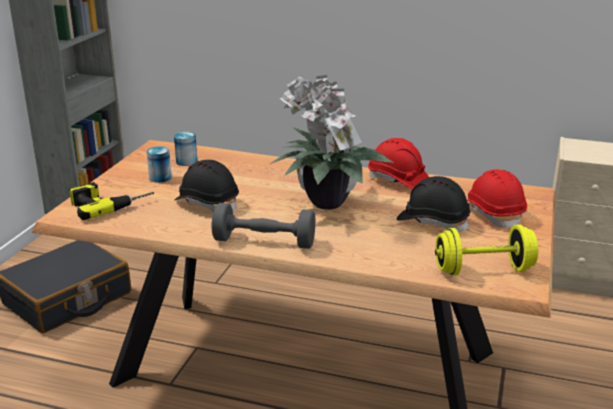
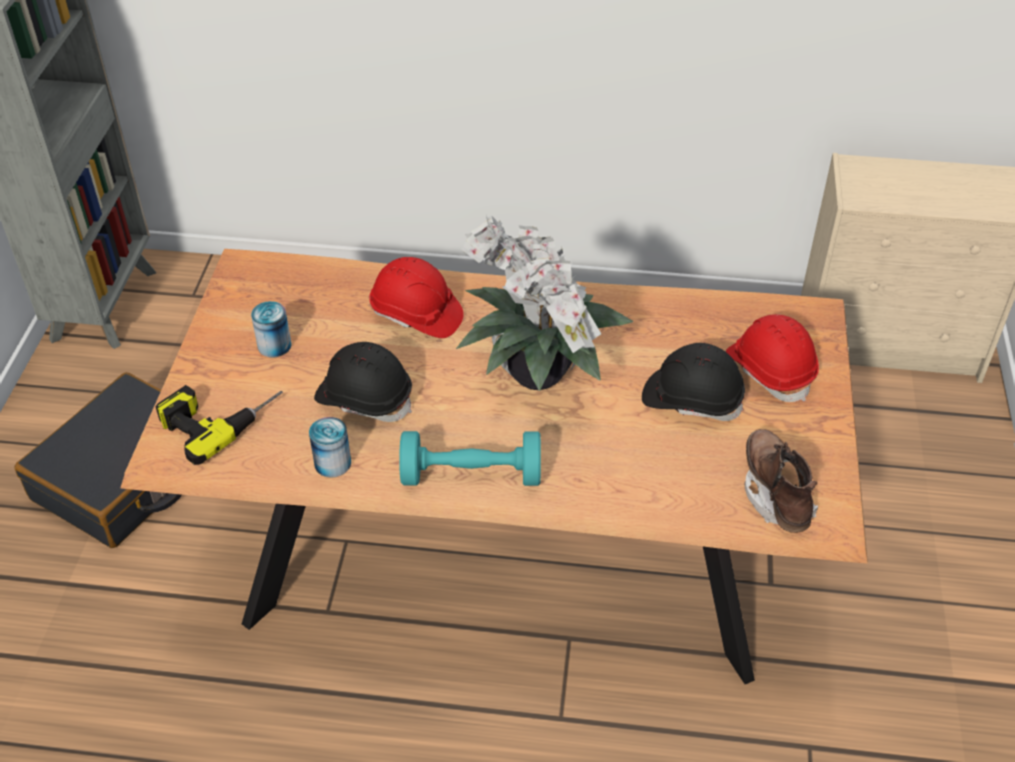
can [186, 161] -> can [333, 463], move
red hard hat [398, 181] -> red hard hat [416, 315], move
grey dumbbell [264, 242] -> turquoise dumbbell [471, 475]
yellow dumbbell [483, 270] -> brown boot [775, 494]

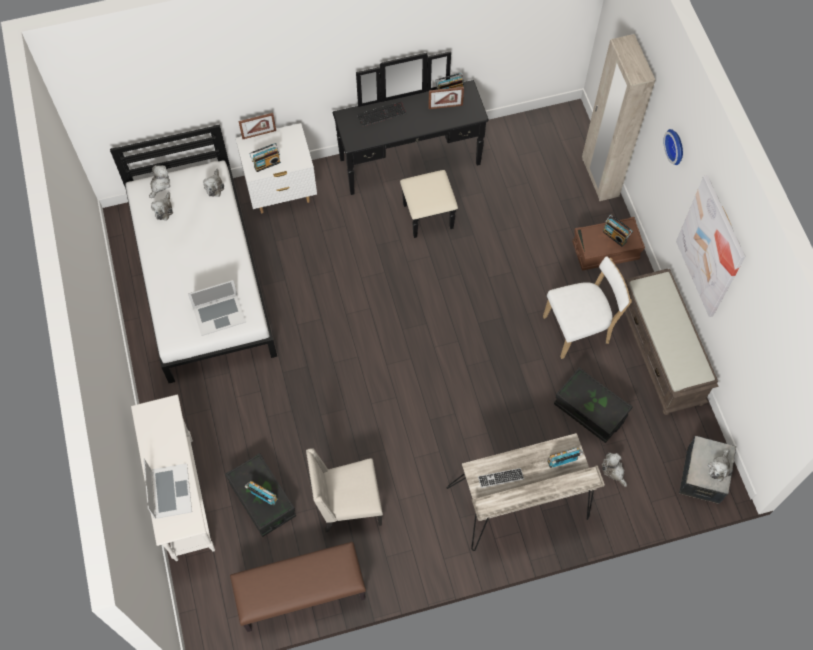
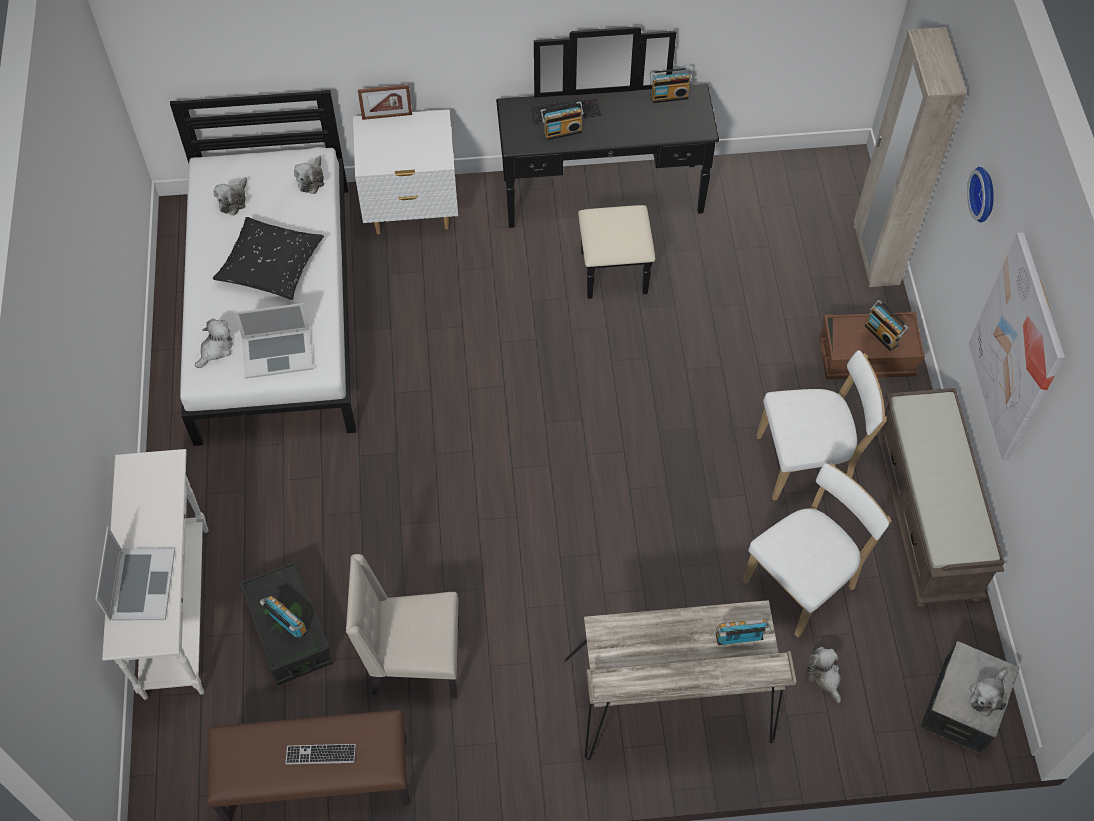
plush toy [160, 184] -> plush toy [216, 349], move
none -> black pillow [270, 265]
keyboard [500, 478] -> keyboard [321, 754], move
radio [266, 163] -> radio [562, 131], move
black storage box [590, 410] -> white chair [803, 582]
picture frame [445, 106] -> none

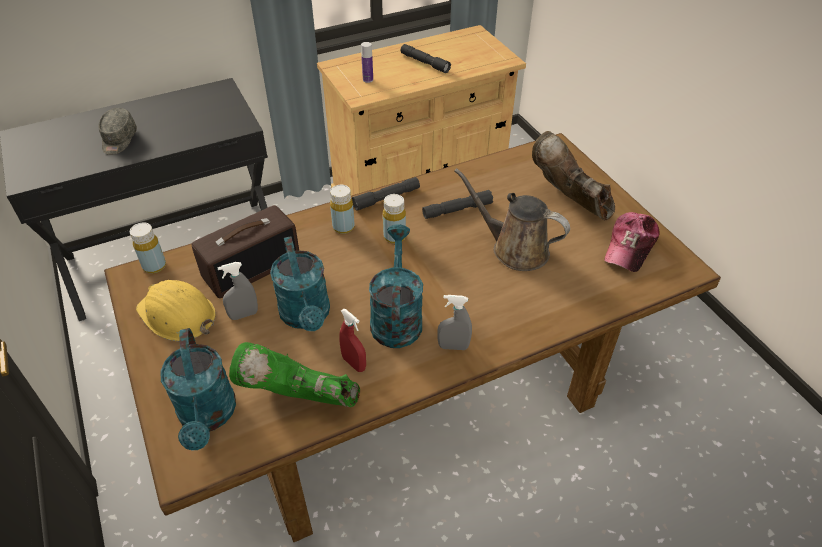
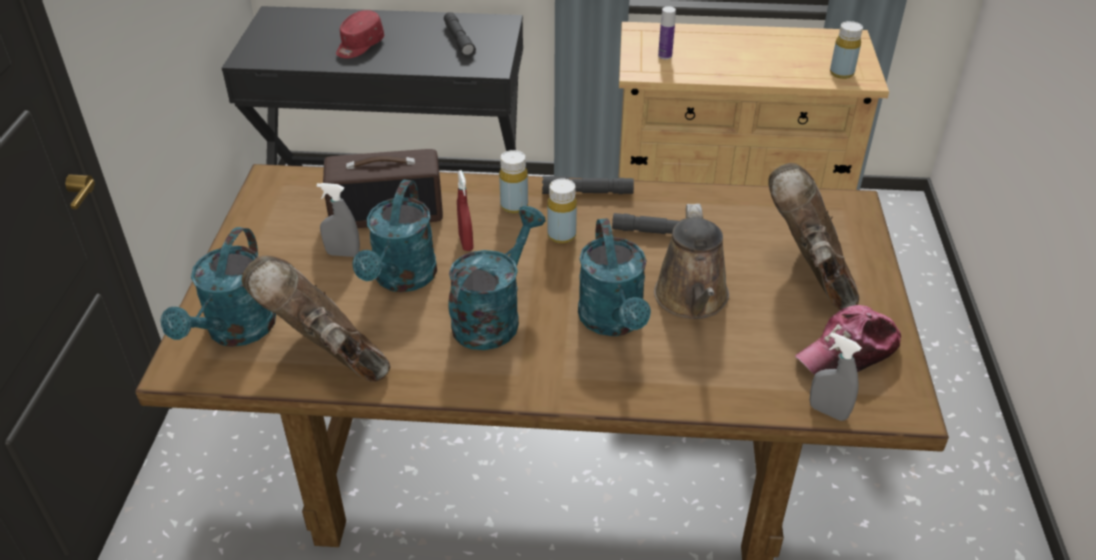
green boot [300, 402] -> brown boot [328, 357]
grey cap [119, 140] -> red cap [359, 46]
grey flashlight [425, 63] -> grey flashlight [459, 40], move
red spray bottle [354, 363] -> red spray bottle [466, 243], move
none -> turquoise watering can [614, 322]
brown watering can [514, 249] -> brown watering can [692, 300], 150 degrees counterclockwise
grey spray bottle [453, 346] -> grey spray bottle [828, 411], move
yellow bottle [154, 266] -> yellow bottle [841, 73], move
yellow hard hat [177, 315] -> none

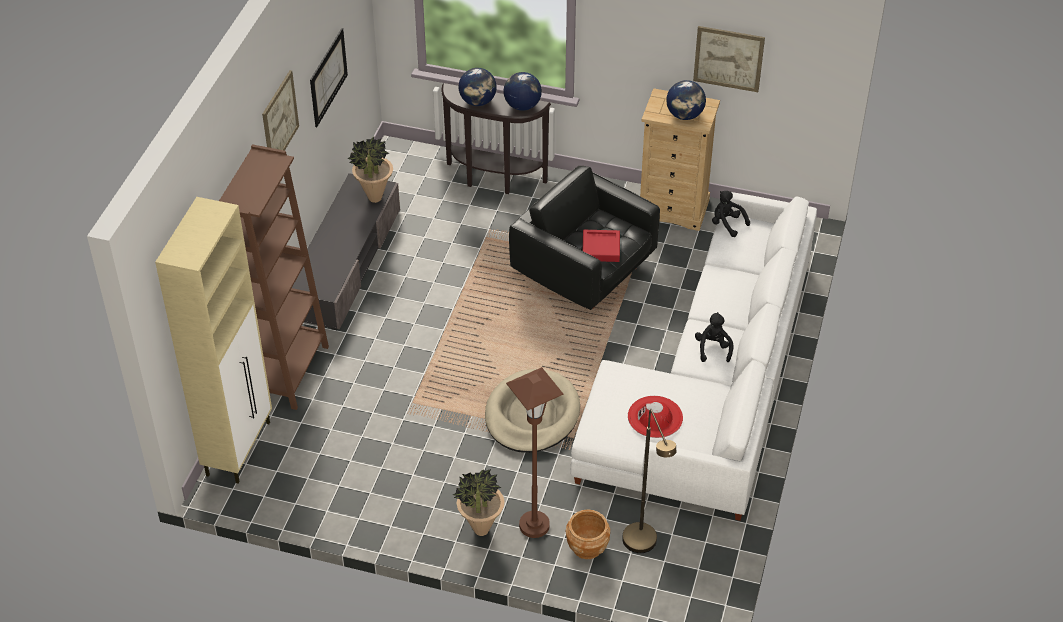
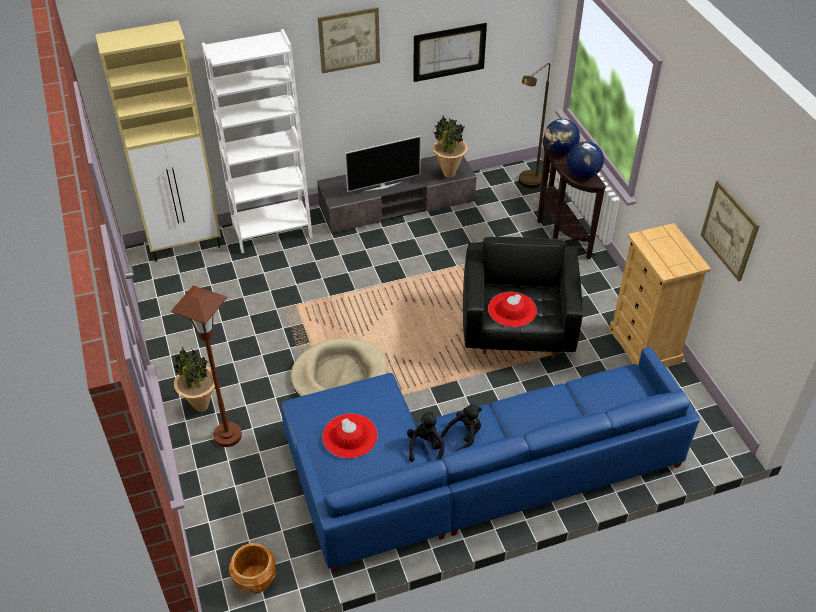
brown bookcase [288, 372] -> white bookcase [272, 232]
brown planter [587, 547] -> brown planter [255, 579], move
white sofa [711, 386] -> blue sofa [468, 473]
none -> television [383, 186]
black plush toy [727, 224] -> black plush toy [425, 447], move
red tray [601, 249] -> red hat [512, 309]
brown floor lamp [644, 547] -> brown floor lamp [527, 184], move
globe [685, 115] -> none

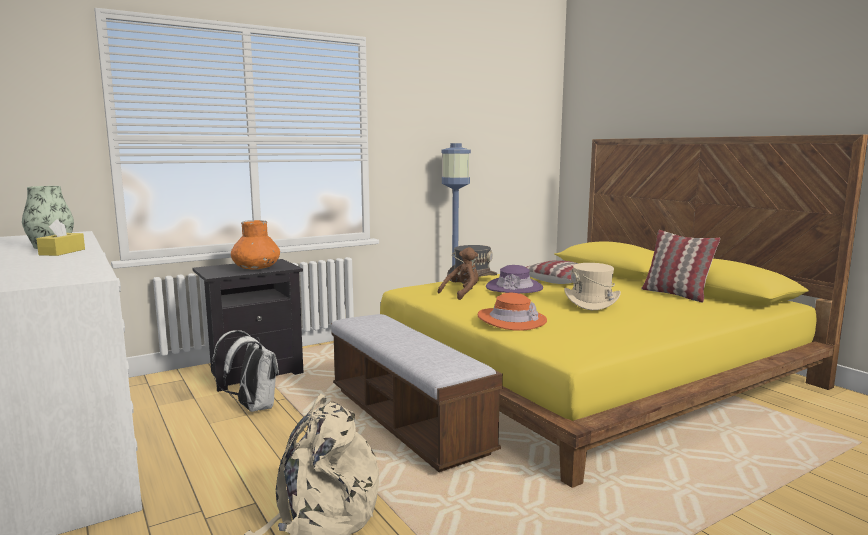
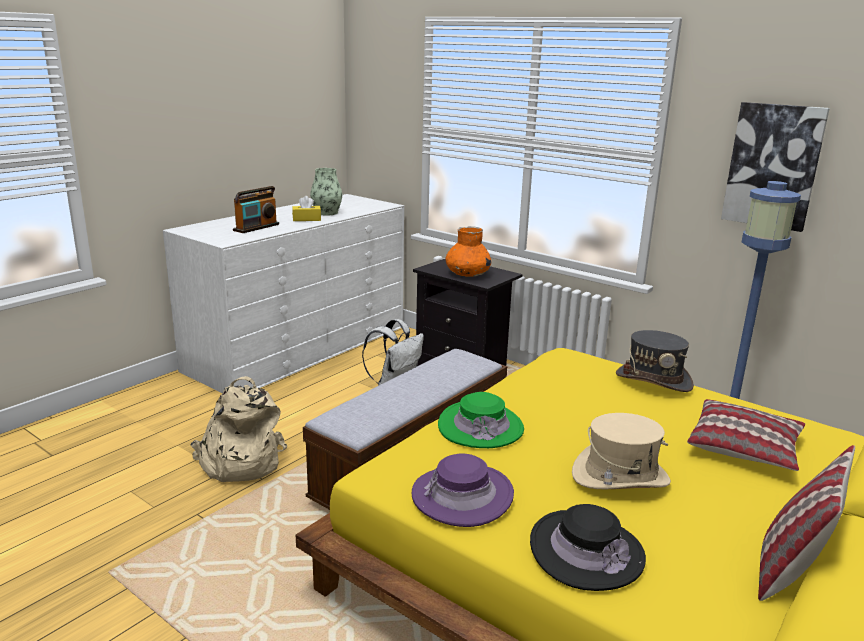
none -> radio [256, 227]
purple hat [514, 287] -> purple hat [462, 495], move
orange hat [511, 320] -> green hat [480, 427]
none -> black hat [586, 551]
none -> picture [773, 166]
brown plush toy [462, 293] -> none

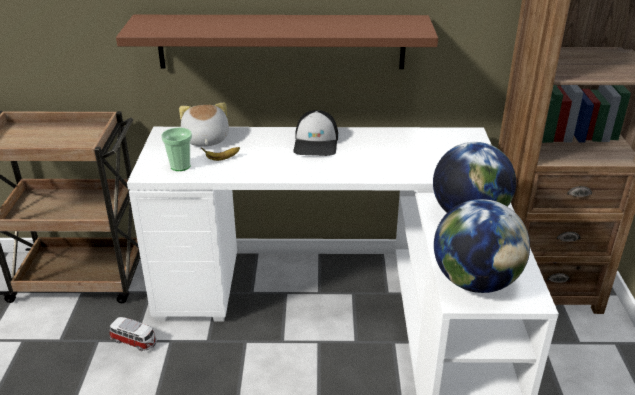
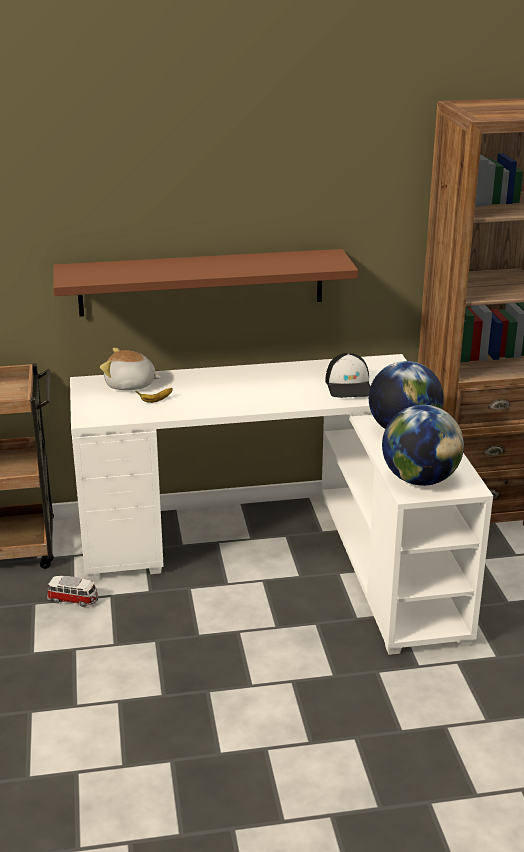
plush toy [205, 140] -> plush toy [130, 385], 60 degrees counterclockwise
cap [316, 143] -> cap [349, 386], move
cup [180, 166] -> none

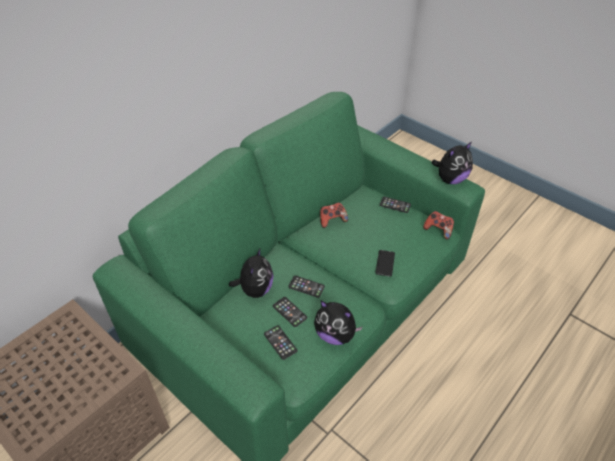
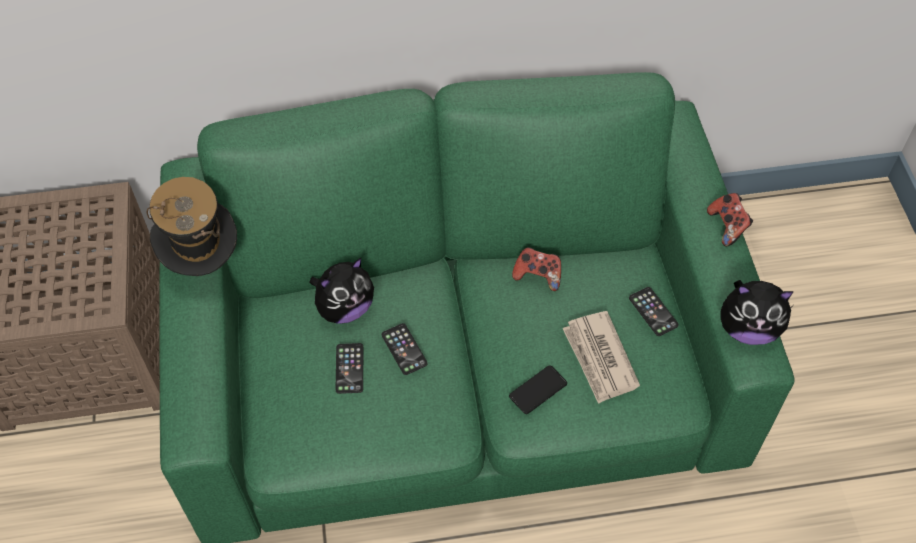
none -> hat [203, 264]
none -> newspaper [599, 359]
game controller [438, 230] -> game controller [727, 226], move
phone [280, 342] -> none
plush toy [335, 335] -> none

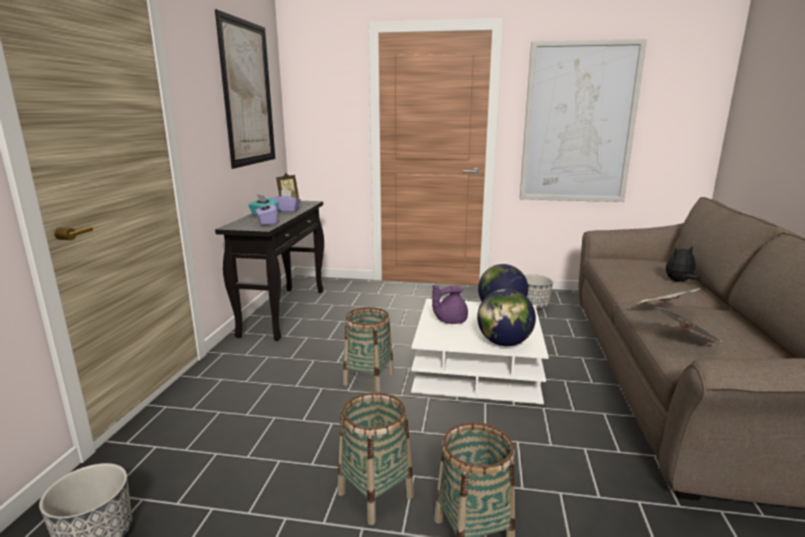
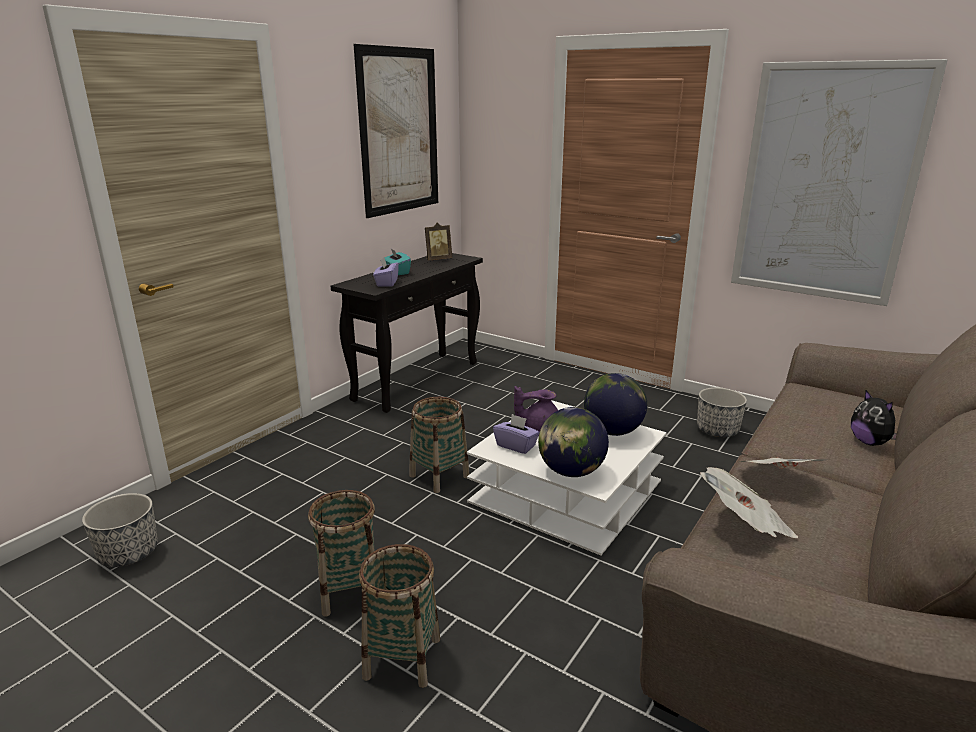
purple tissue box [286, 210] -> purple tissue box [516, 446], move
plush toy [679, 281] -> plush toy [870, 442], 120 degrees counterclockwise

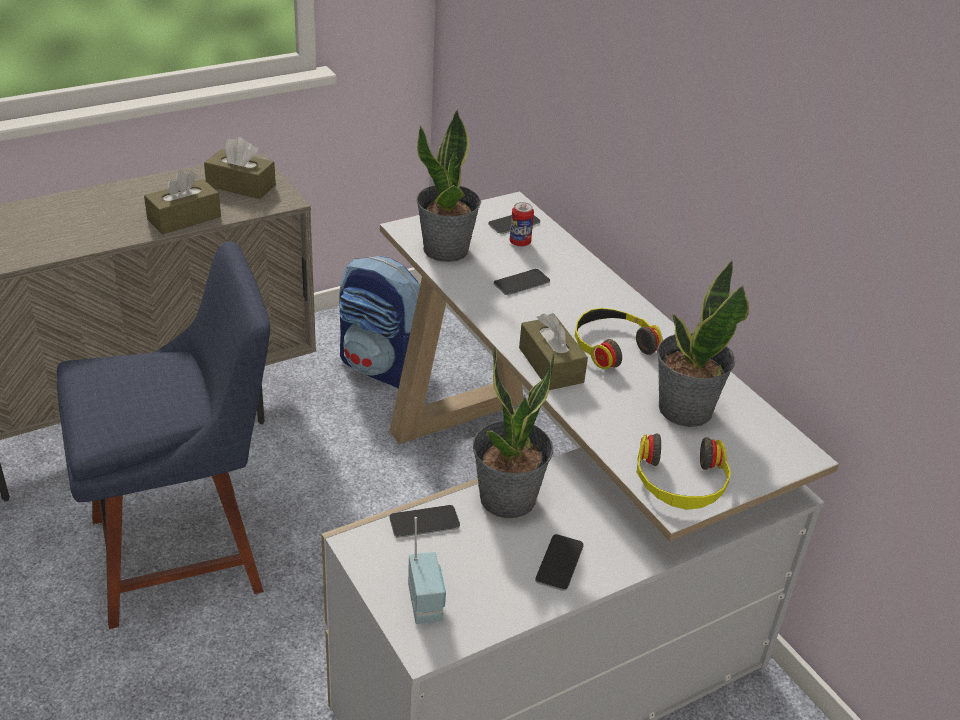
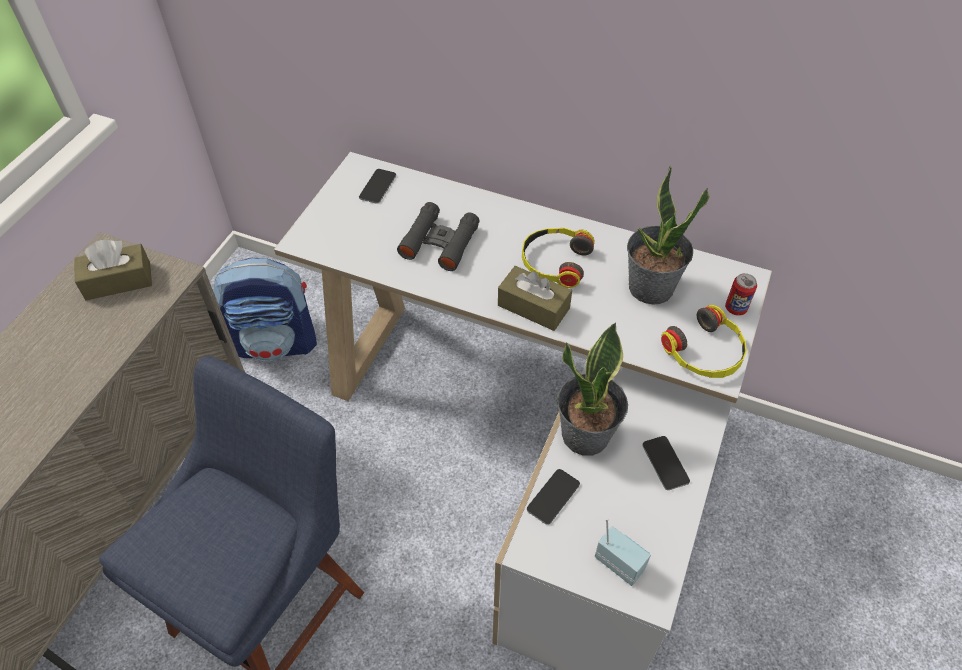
phone [521, 282] -> black binoculars [439, 242]
can [520, 242] -> can [735, 308], move
brown tissue box [184, 218] -> none
potted plant [446, 250] -> none

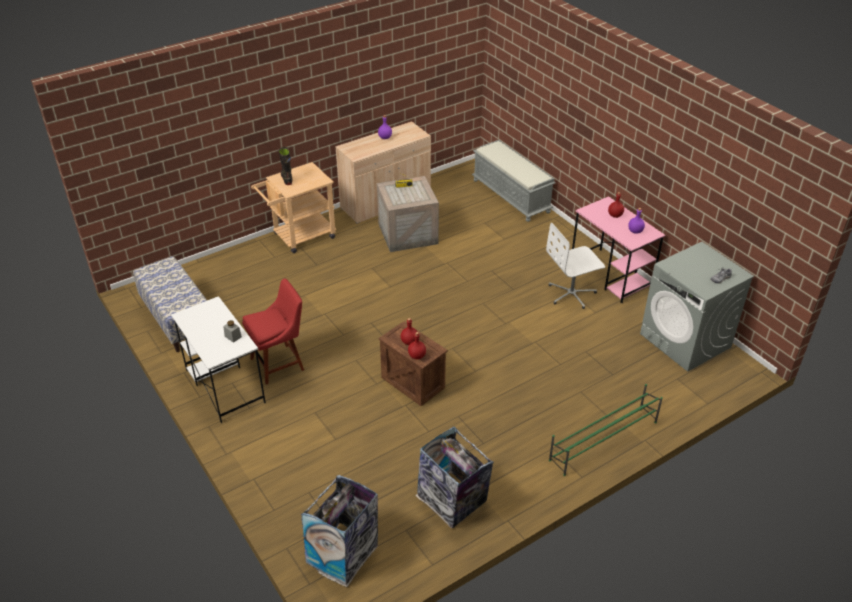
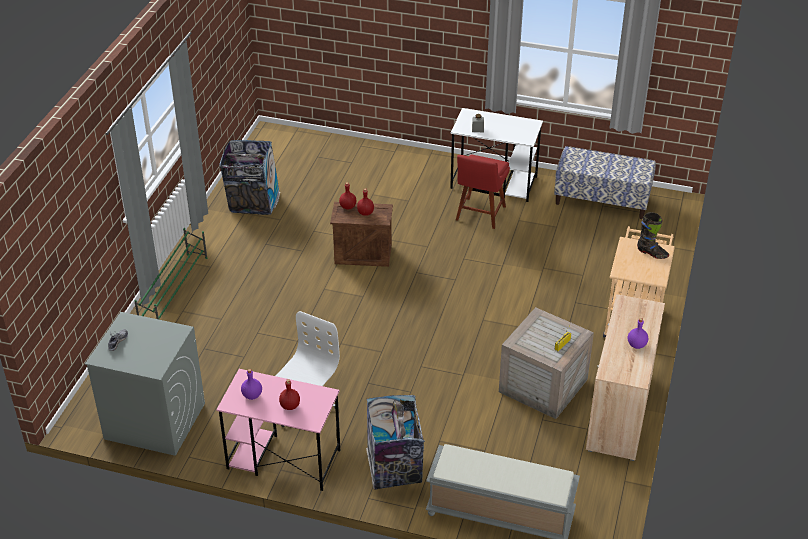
trash can [343, 553] -> trash can [394, 468], move

